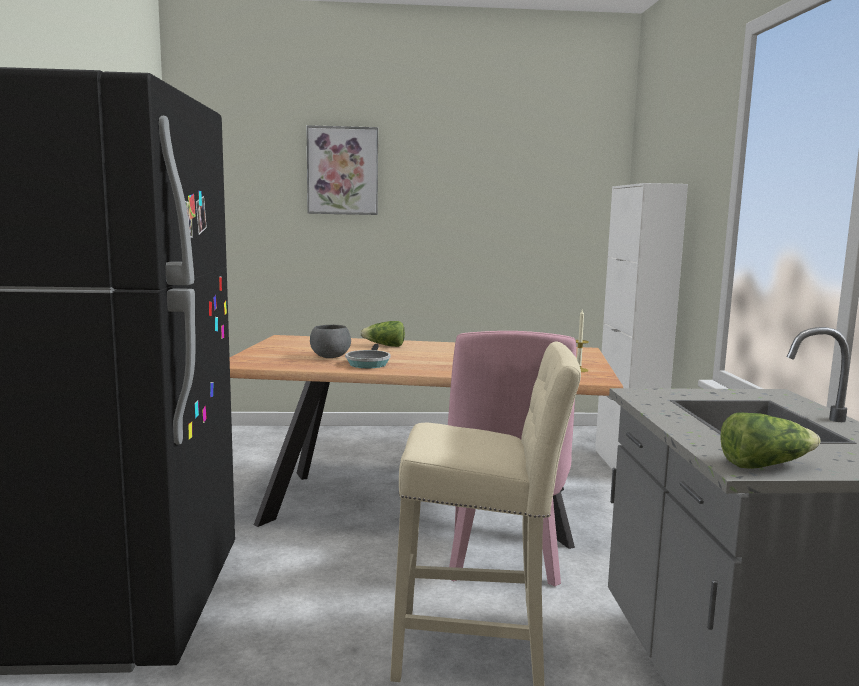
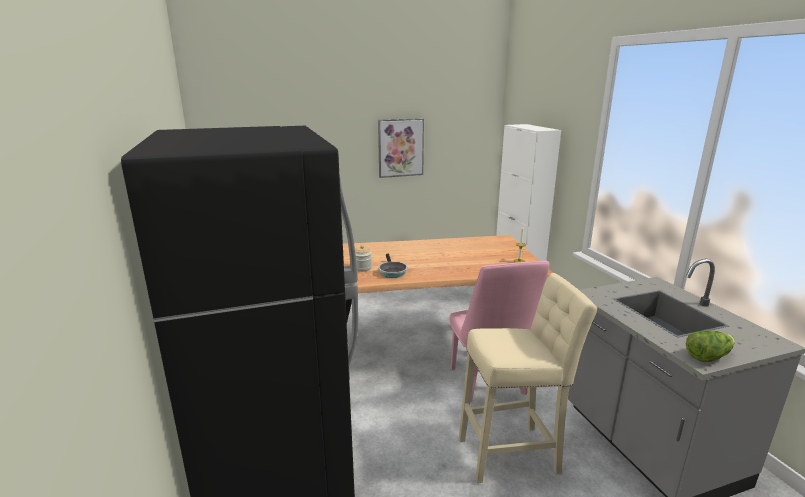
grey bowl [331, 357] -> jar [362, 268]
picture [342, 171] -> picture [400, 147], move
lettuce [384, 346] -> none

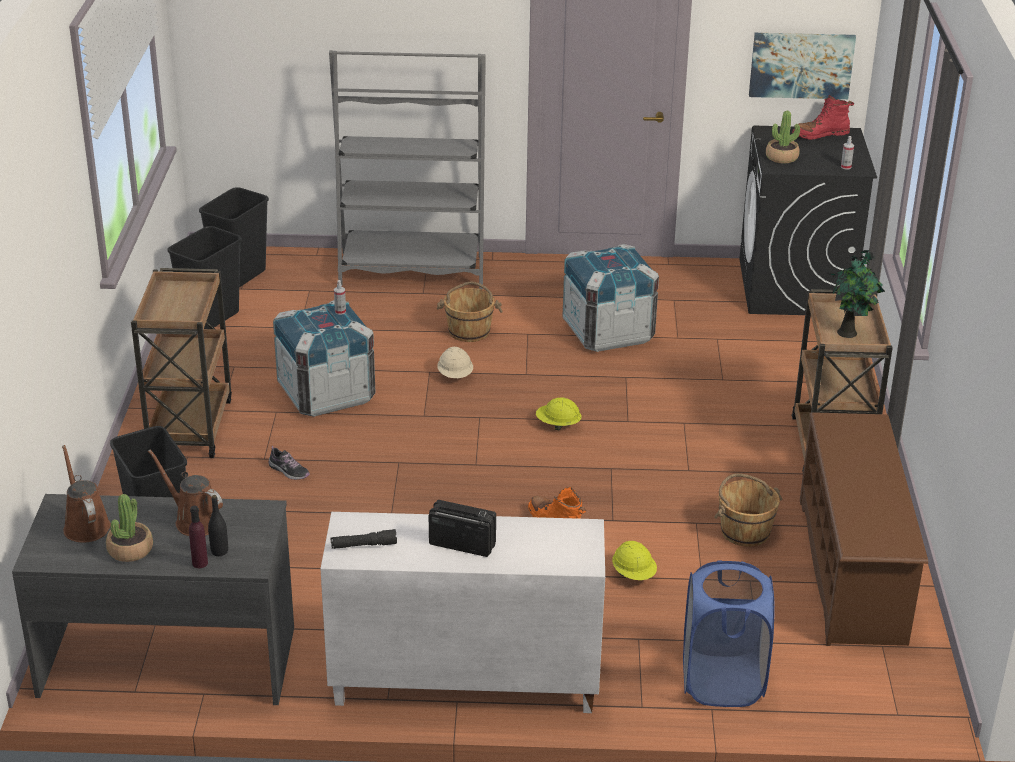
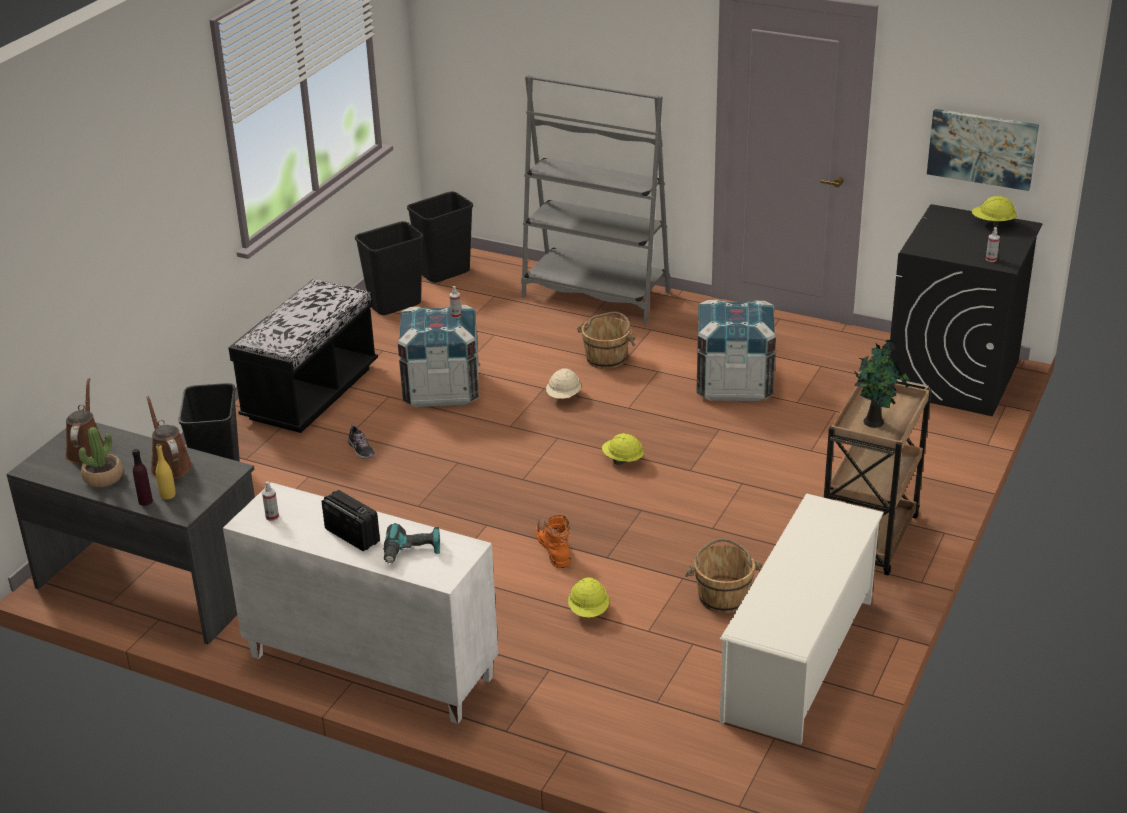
black bottle [219, 551] -> yellow bottle [168, 495]
brown cart [190, 426] -> black bench [311, 394]
black flashlight [363, 545] -> spray bottle [272, 517]
none -> power drill [412, 552]
brown shoe rack [852, 570] -> white shoe rack [799, 659]
red boot [820, 135] -> yellow hard hat [992, 223]
blue laundry basket [722, 682] -> none
potted plant [781, 157] -> none

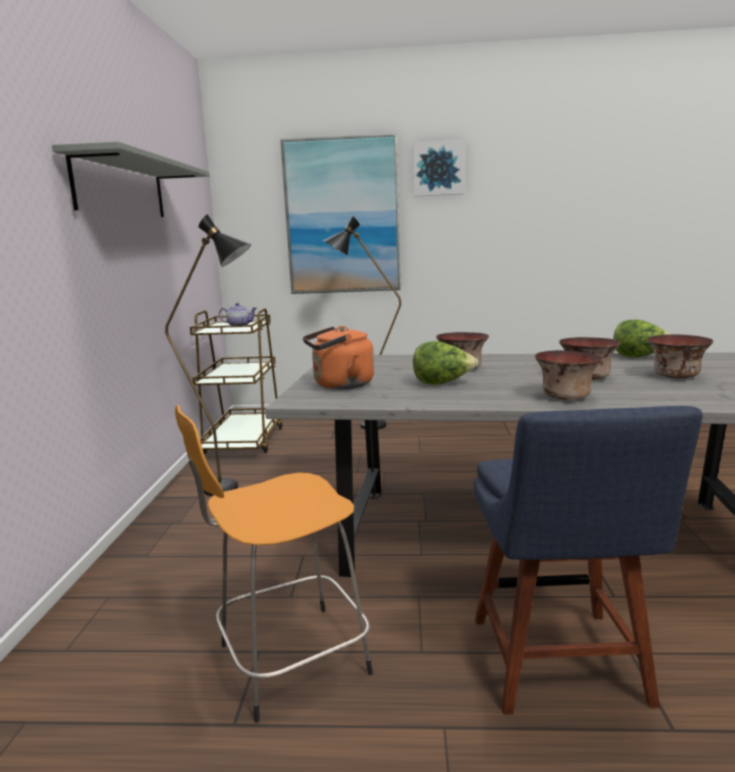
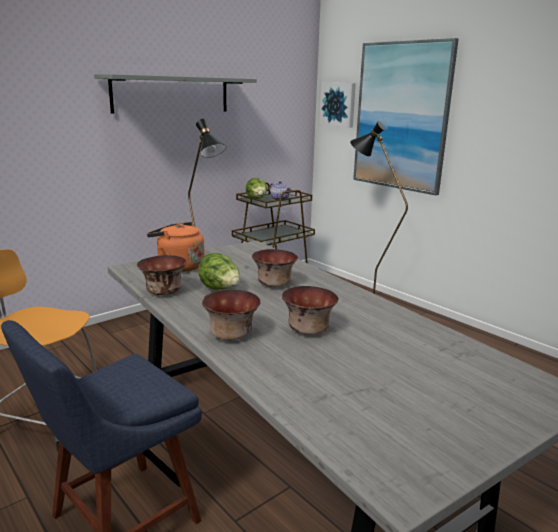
bowl [677, 377] -> bowl [164, 292], move
lettuce [639, 357] -> lettuce [257, 199], move
picture [438, 169] -> picture [338, 104], move

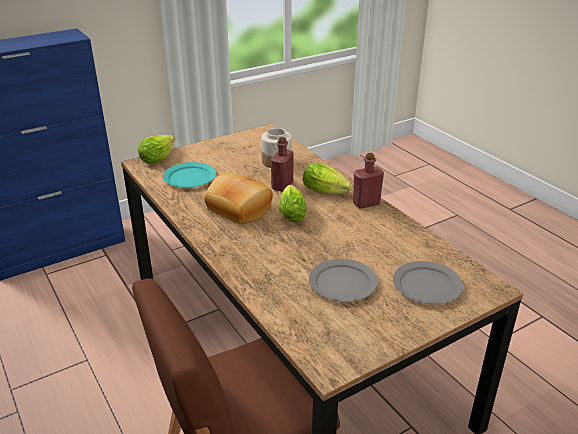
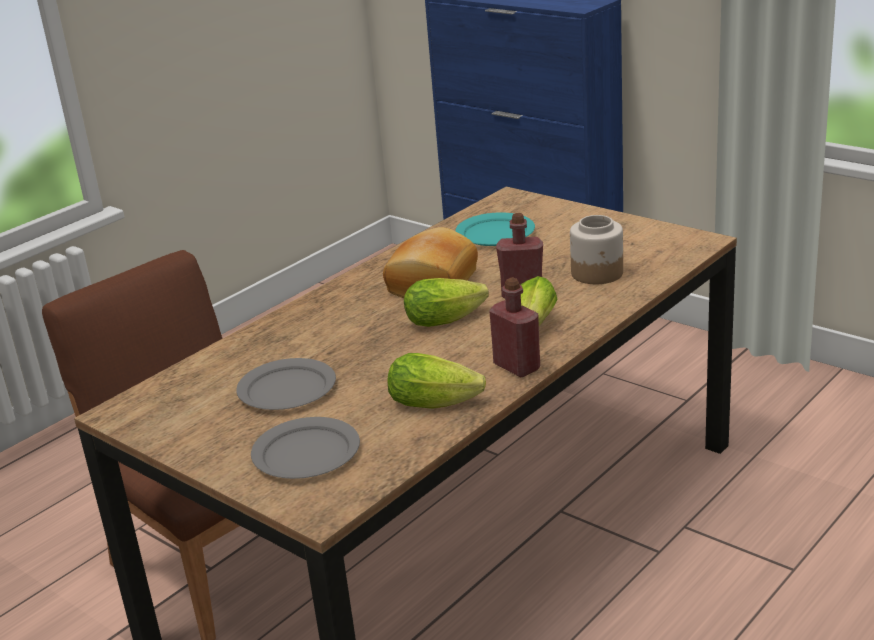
lettuce [159, 157] -> lettuce [438, 402], move

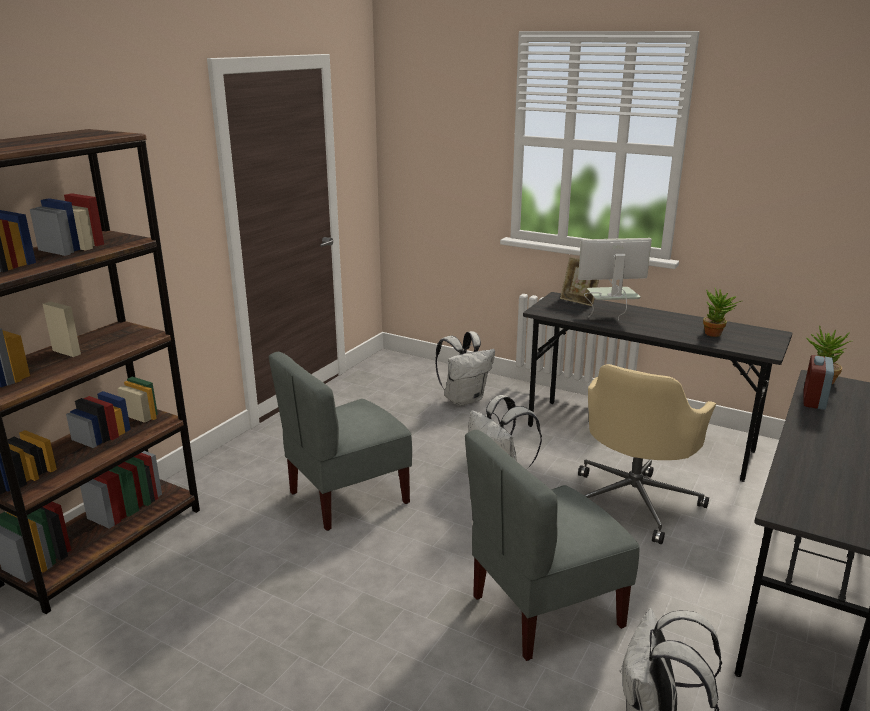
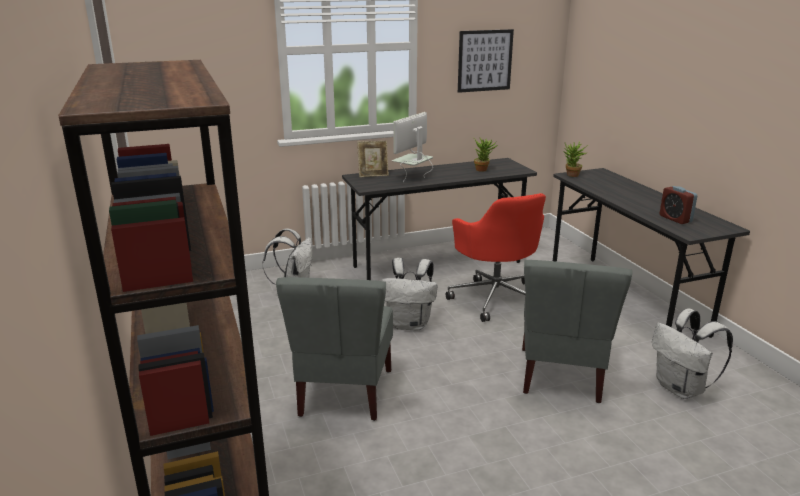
beige office chair [634, 500] -> red office chair [495, 297]
none -> picture [485, 60]
alarm clock [814, 400] -> alarm clock [675, 219], move

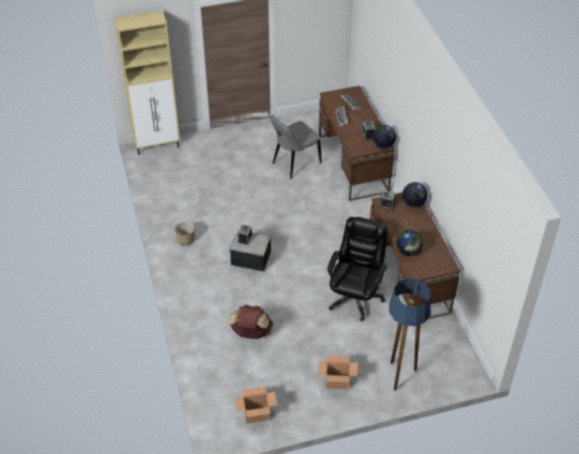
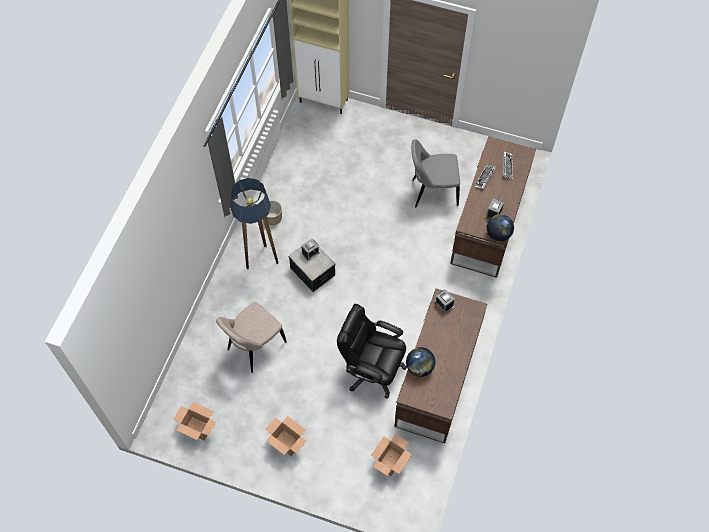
brown backpack [251, 333] -> beige chair [254, 347]
floor lamp [399, 377] -> floor lamp [260, 261], move
black office chair [355, 297] -> black office chair [372, 369], 120 degrees counterclockwise
none -> cardboard box [390, 461]
globe [413, 203] -> none

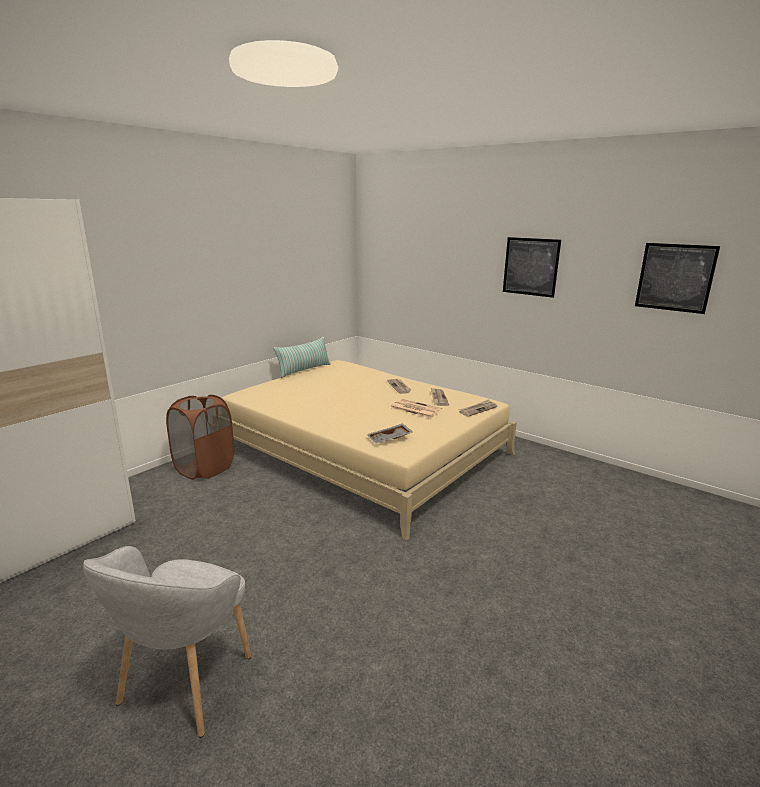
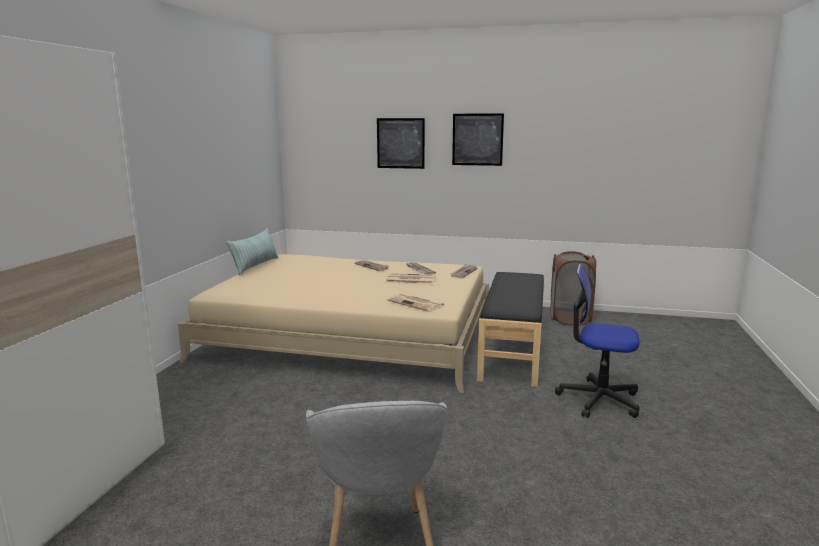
picture [675, 277] -> picture [400, 143], move
grey tray [390, 439] -> newspaper [417, 303]
none -> black bench [511, 350]
brown laundry basket [204, 468] -> brown laundry basket [569, 318], move
none -> office chair [598, 399]

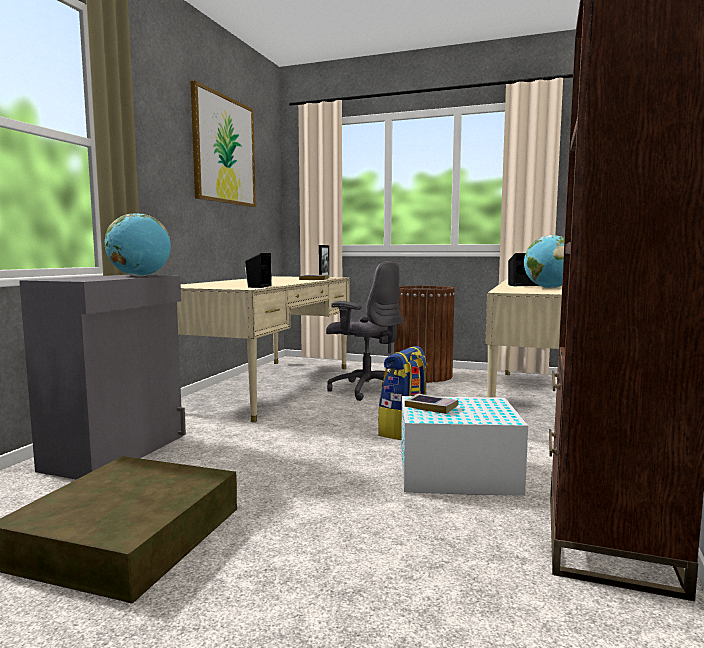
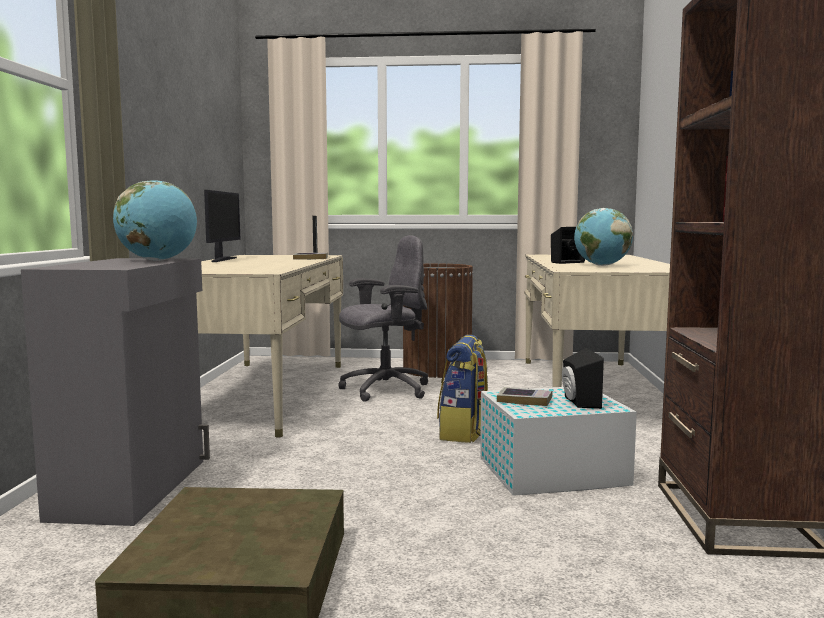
none -> monitor [222, 260]
grey office chair [366, 390] -> grey office chair [384, 390], 45 degrees counterclockwise
black speaker [257, 286] -> black speaker [578, 402], move
picture [224, 150] -> none

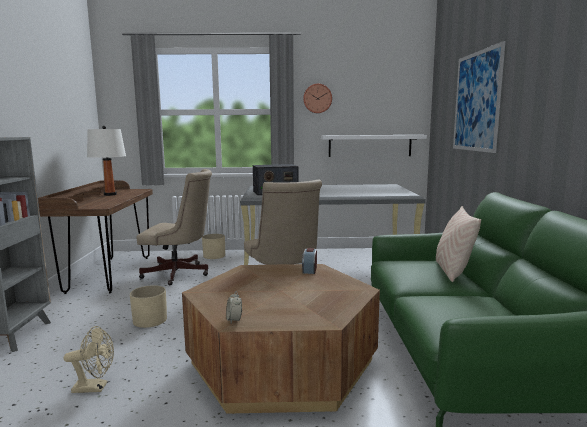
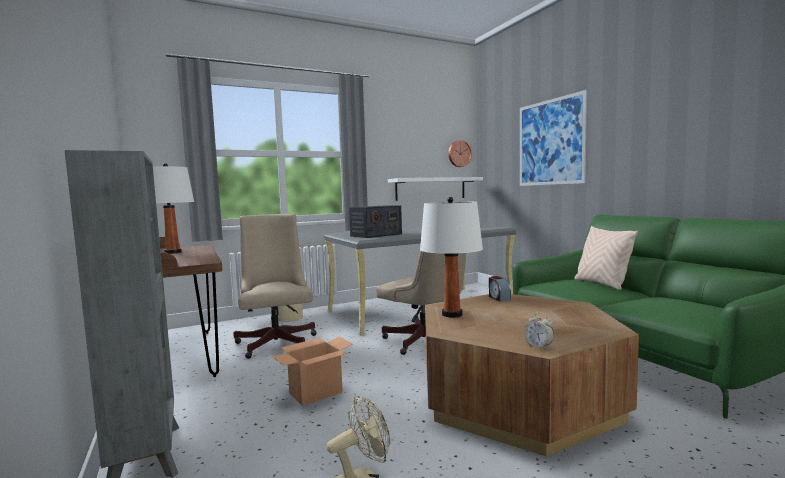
beige office chair [180, 274] -> beige office chair [277, 341], 90 degrees counterclockwise
beige planter [149, 320] -> cardboard box [315, 393]
none -> white table lamp [452, 314]
wall clock [317, 98] -> wall clock [459, 153], move

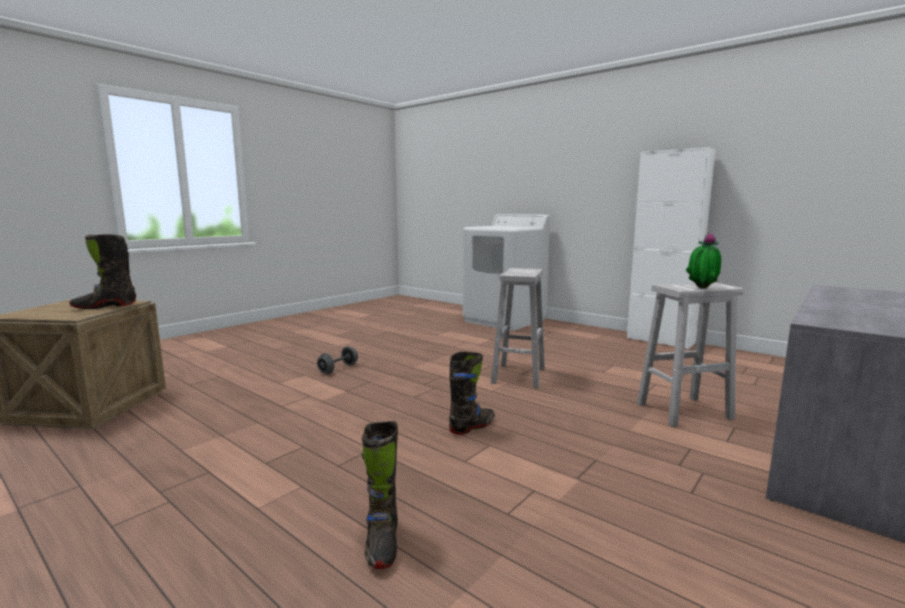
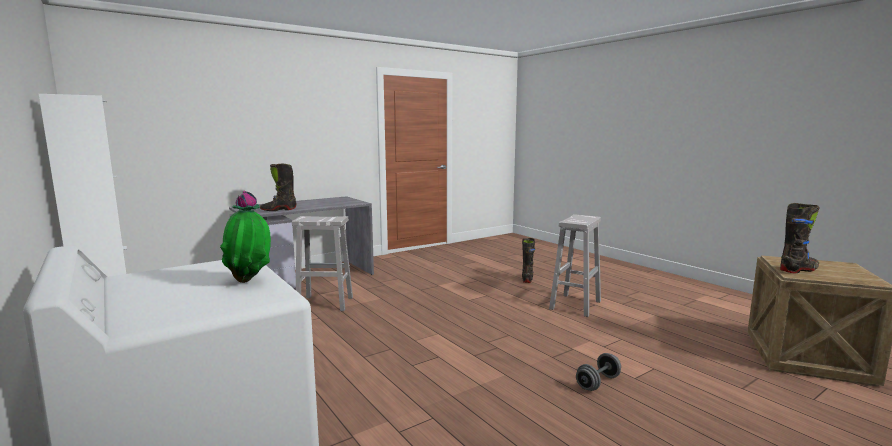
potted plant [701, 289] -> potted plant [250, 281], move
black boot [472, 427] -> black boot [278, 210], move
white stool [519, 376] -> white stool [575, 305], move

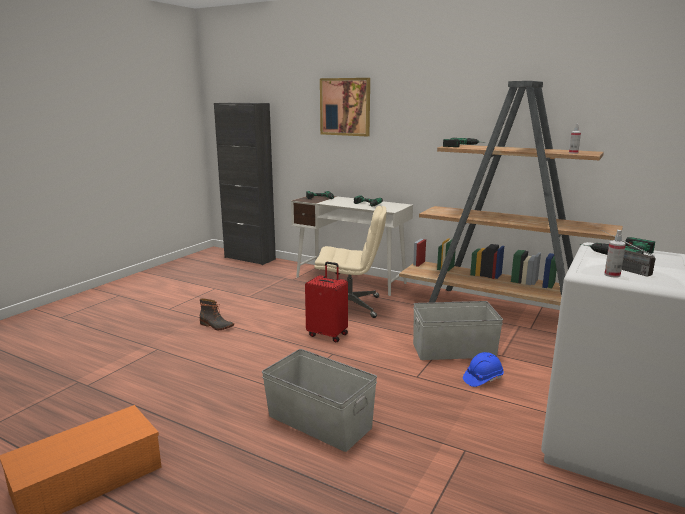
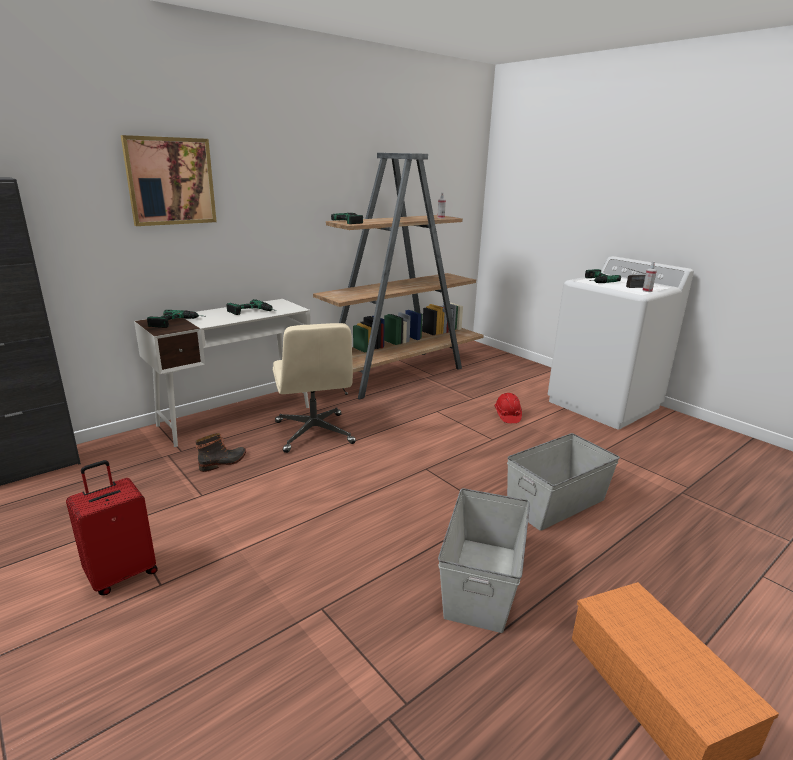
red suitcase [328, 334] -> red suitcase [122, 574], move
boot [216, 326] -> boot [223, 462], move
beige office chair [350, 306] -> beige office chair [314, 433], 135 degrees clockwise
grey storage box [453, 350] -> grey storage box [480, 581], move
blue hard hat [482, 379] -> red hard hat [507, 416]

